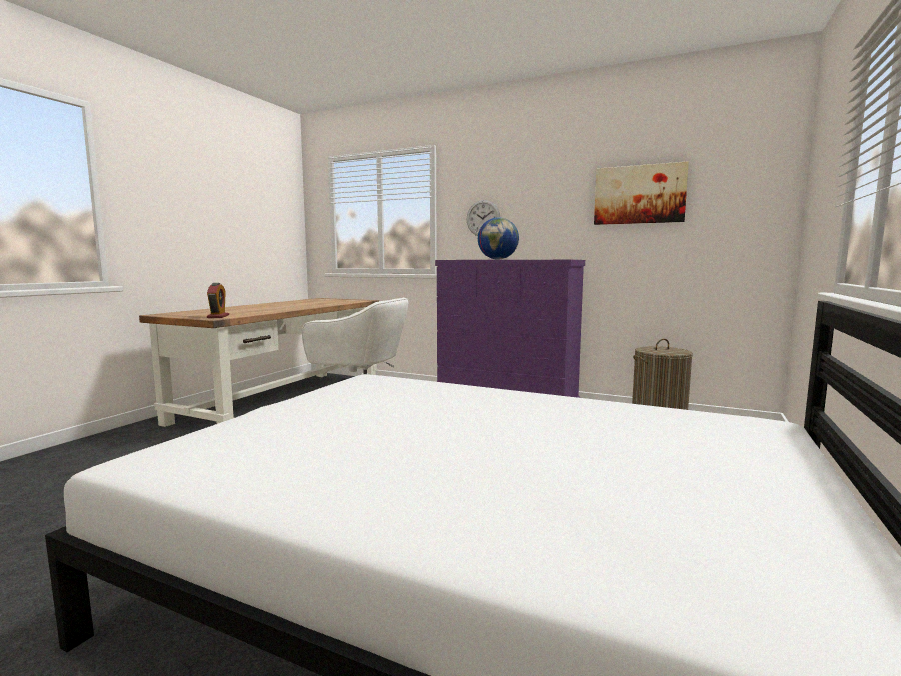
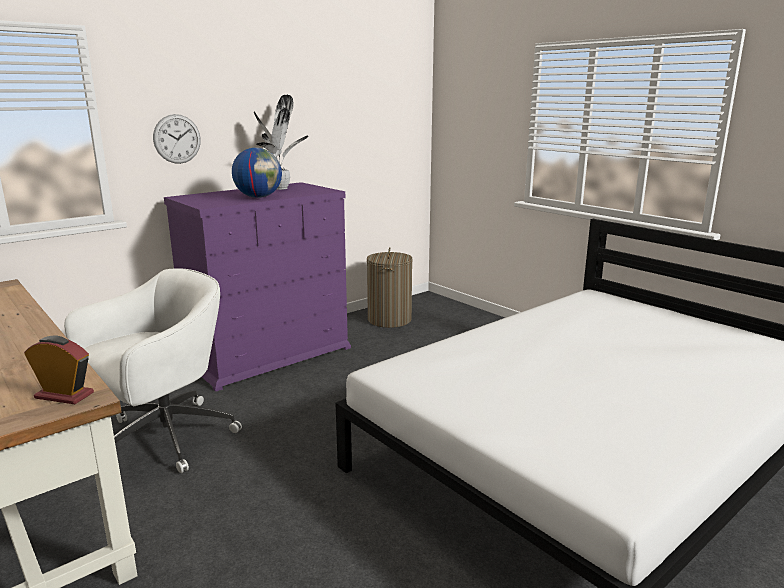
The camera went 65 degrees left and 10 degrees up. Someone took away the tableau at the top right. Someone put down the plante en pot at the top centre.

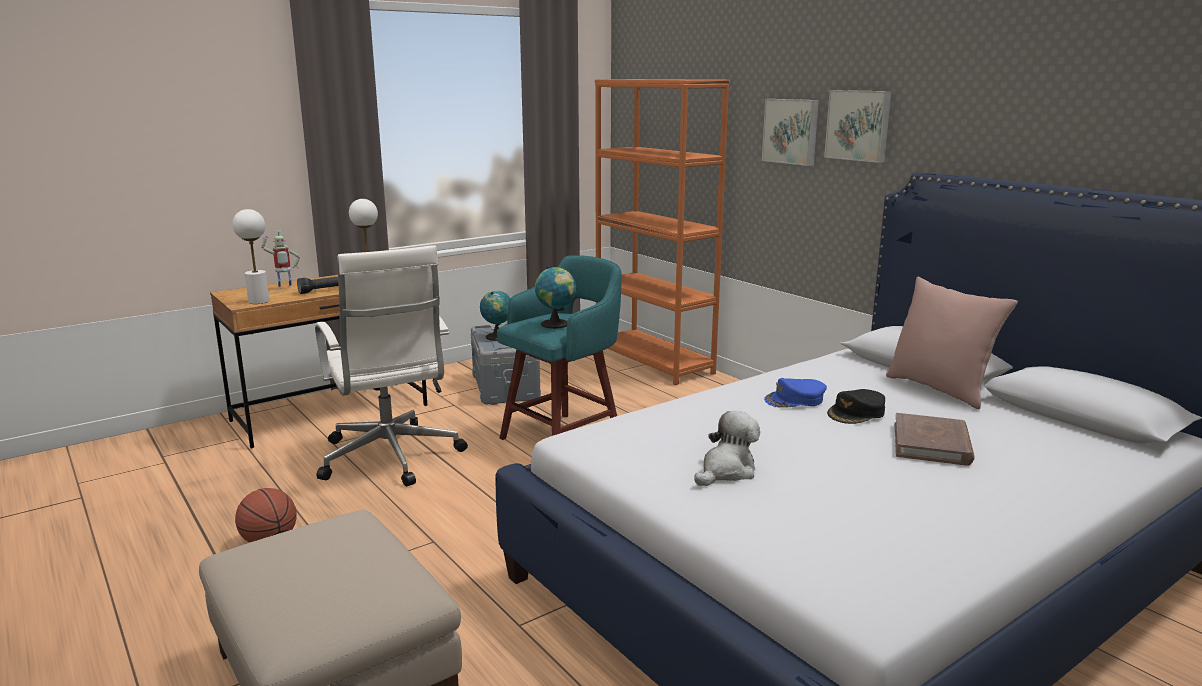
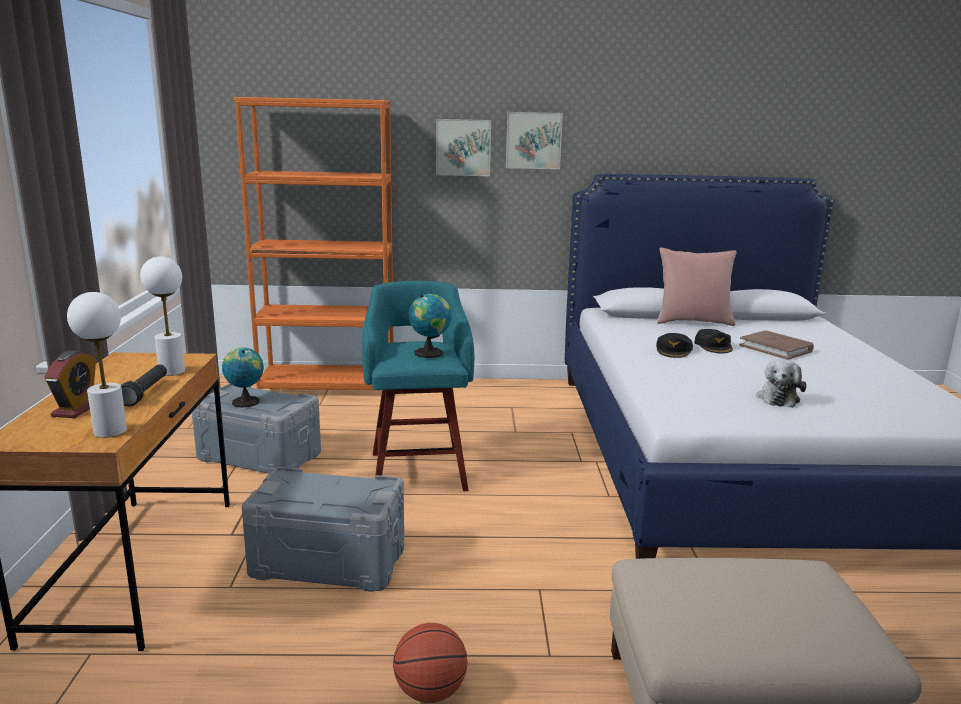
The camera went 55 degrees left and 0 degrees up. Someone swapped the robot jouet at the middle left for the réveil at the middle left. Someone swapped the chaise de bureau [blanc] at the middle left for the boîte de rangement [gris] (2nd from left) at the bottom centre. Someone repainted the casquette [bleu] at the centre, which became the casquette [noir] (1st from left) at the middle right. Someone rotated the peluche at the centre by 150 degrees counterclockwise.

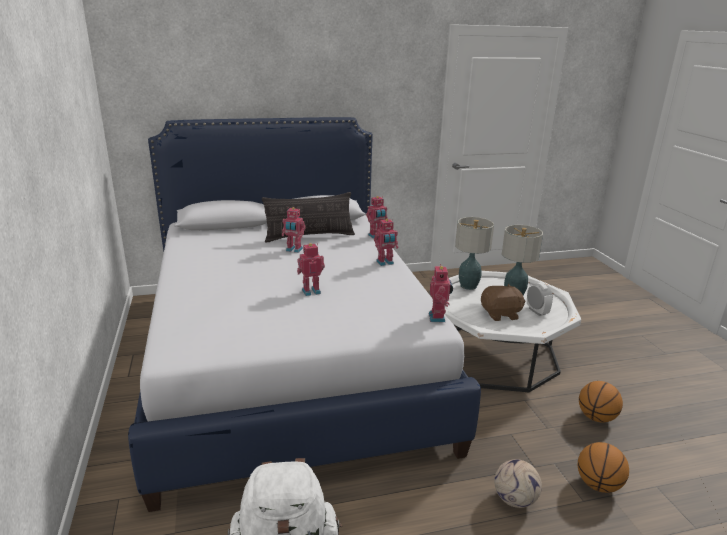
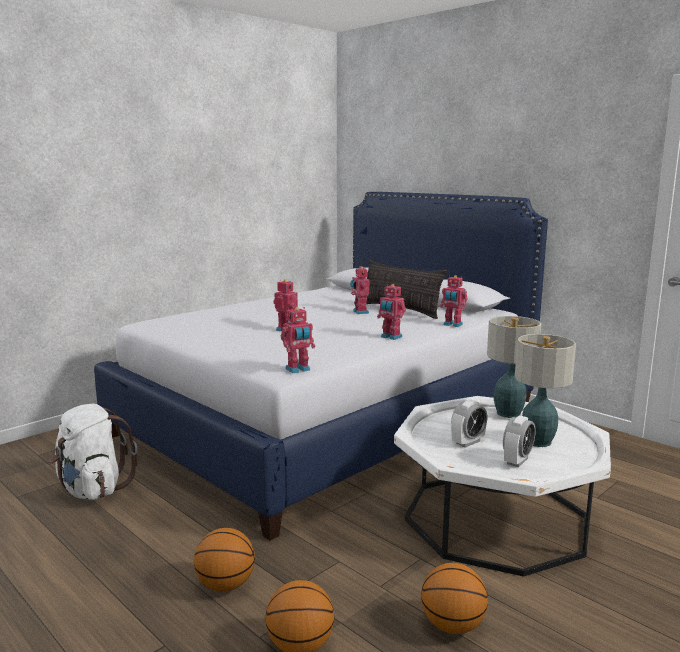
The camera went 60 degrees right and 10 degrees down. Someone swapped the peluche [marron] at the middle right for the réveil (1st from left) at the middle right. Someone swapped the ballon de foot at the bottom right for the ballon de basket (1st from left) at the bottom left.

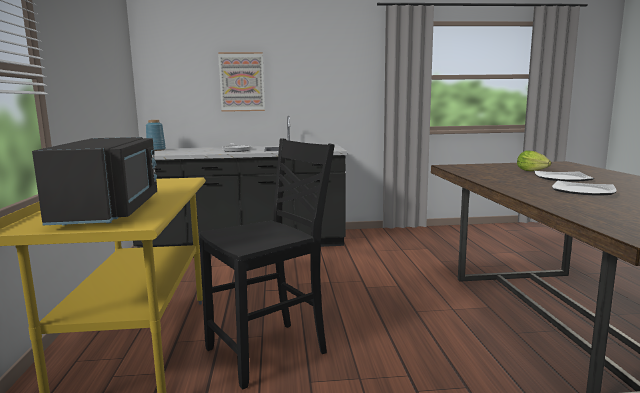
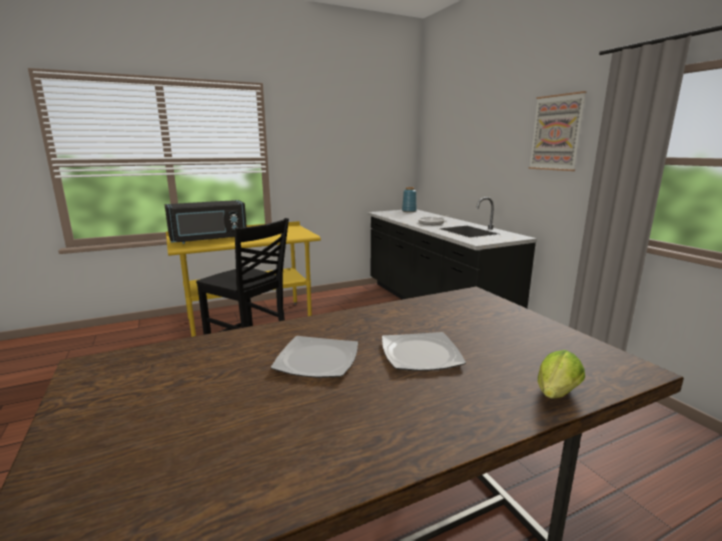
The camera went 70 degrees right and 5 degrees up. Someone carried the tableau from the top centre to the top right. Someone carried the laitue from the middle right to the bottom right.

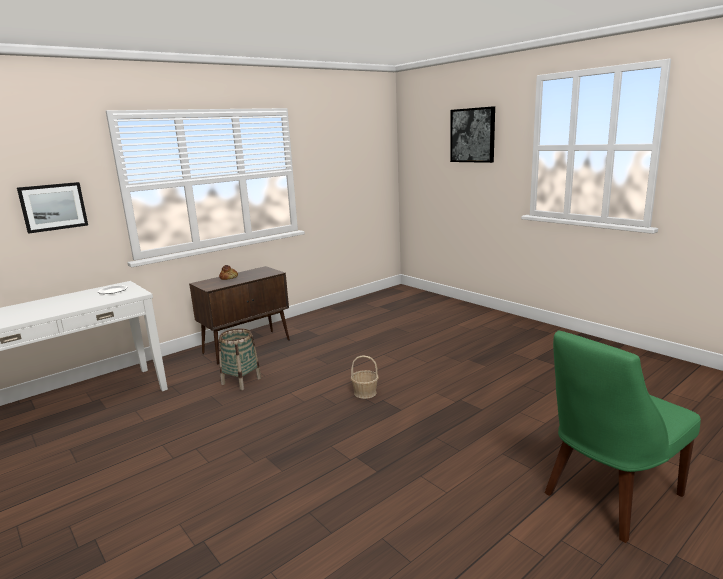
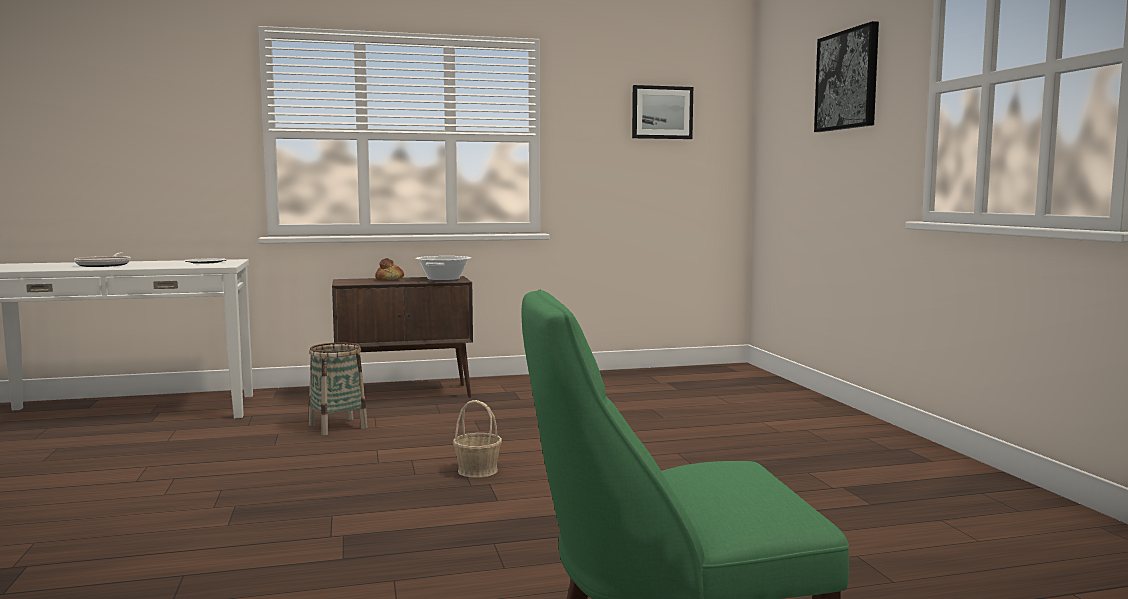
The camera went 25 degrees right and 10 degrees down. Someone carried the tableau (1st from left) from the middle left to the top centre. Someone put down the poêle at the middle left. Someone put down the marmite at the centre.

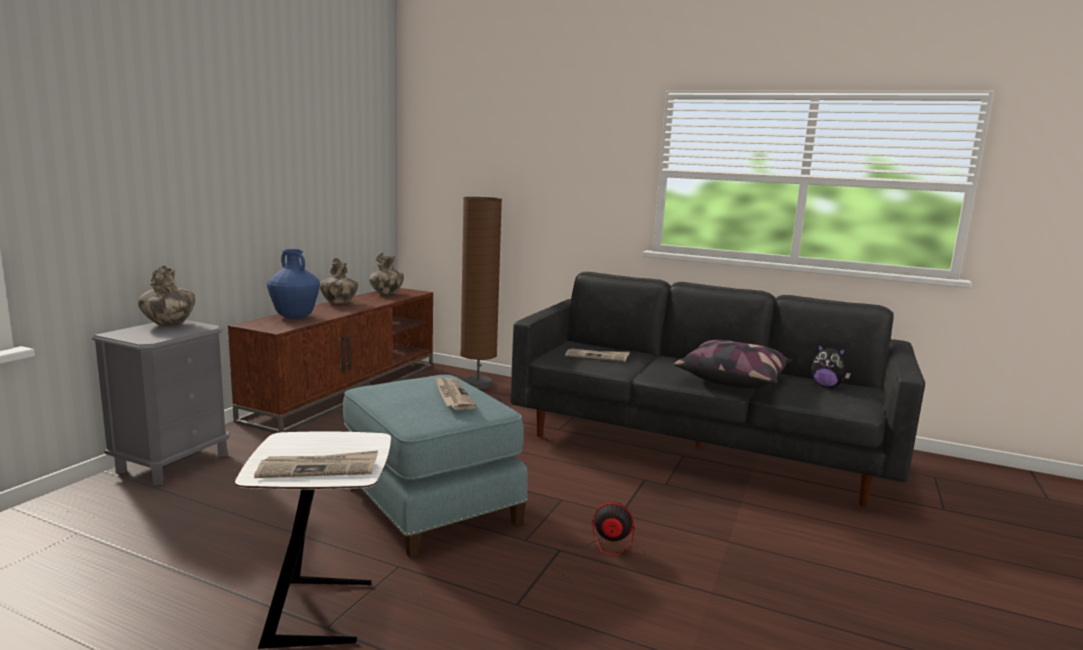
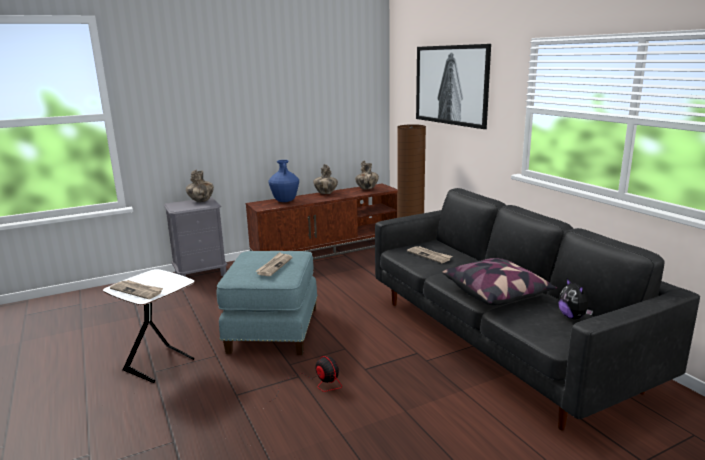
The camera went 40 degrees right and 5 degrees up. Someone put up the tableau at the top centre.

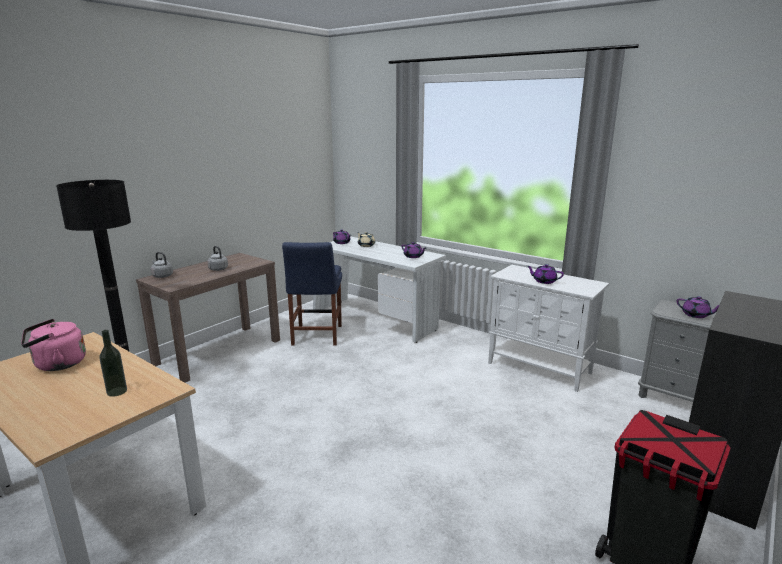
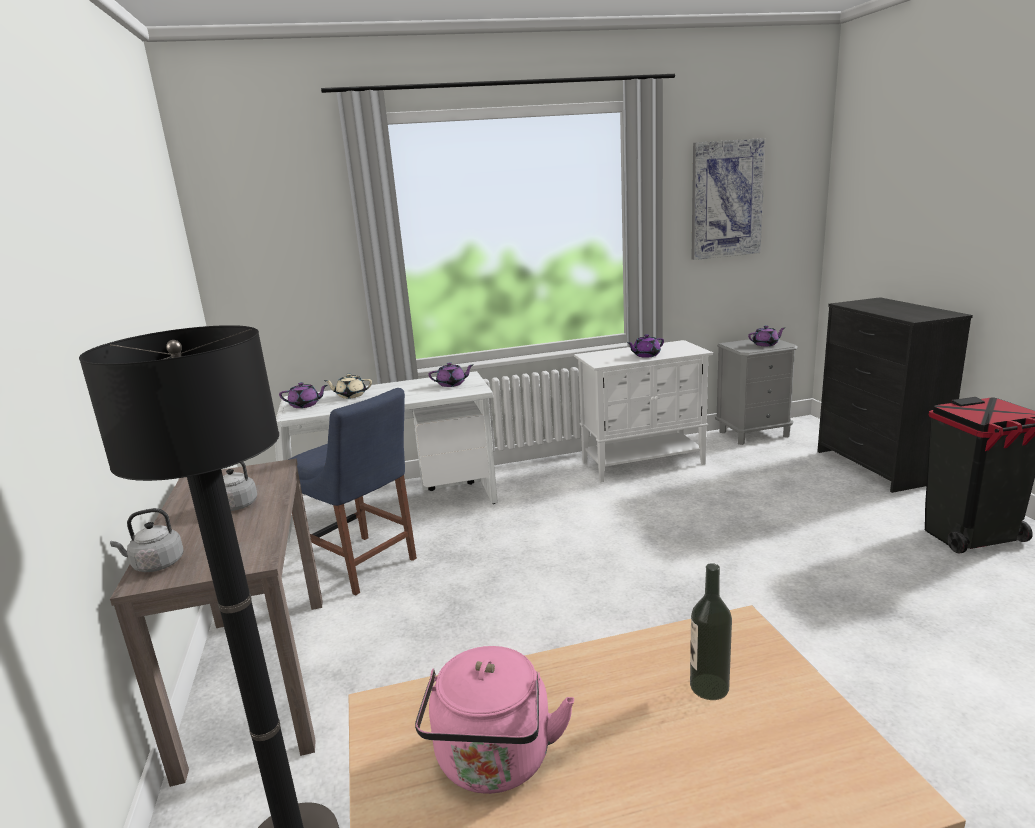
The camera went 50 degrees left and 0 degrees up. Someone put up the tableau at the top right.

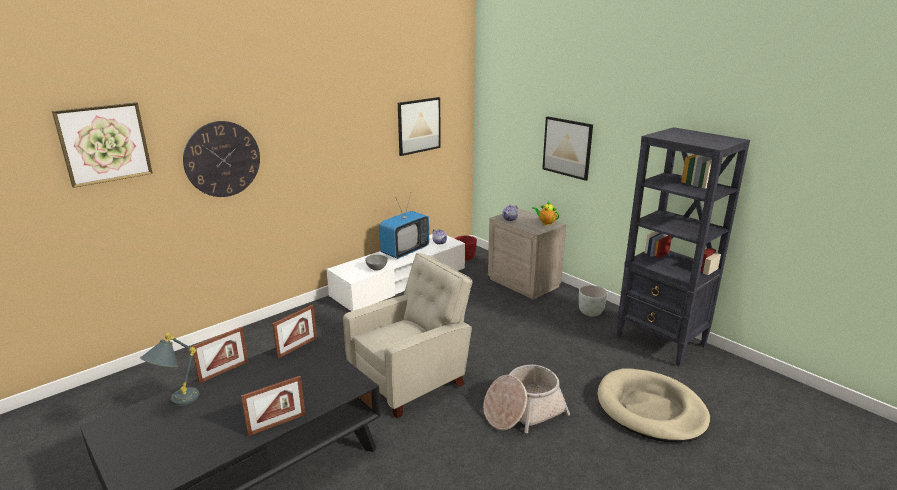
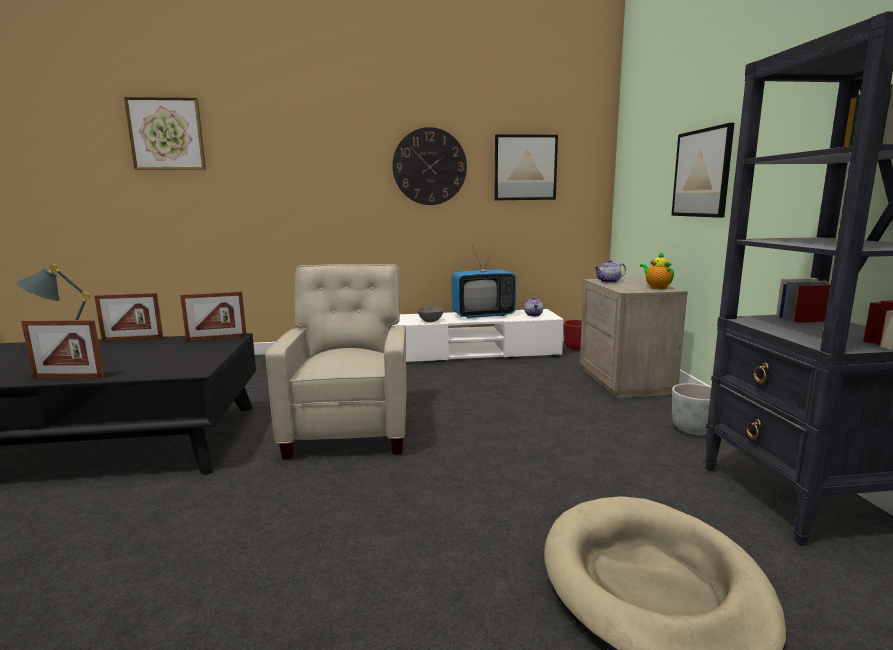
The camera went 35 degrees right and 10 degrees down. Someone carried the horloge murale from the top left to the top centre. Someone rotated the fauteuil [beige] at the bottom centre by 90 degrees counterclockwise. Someone took away the panier at the bottom centre.

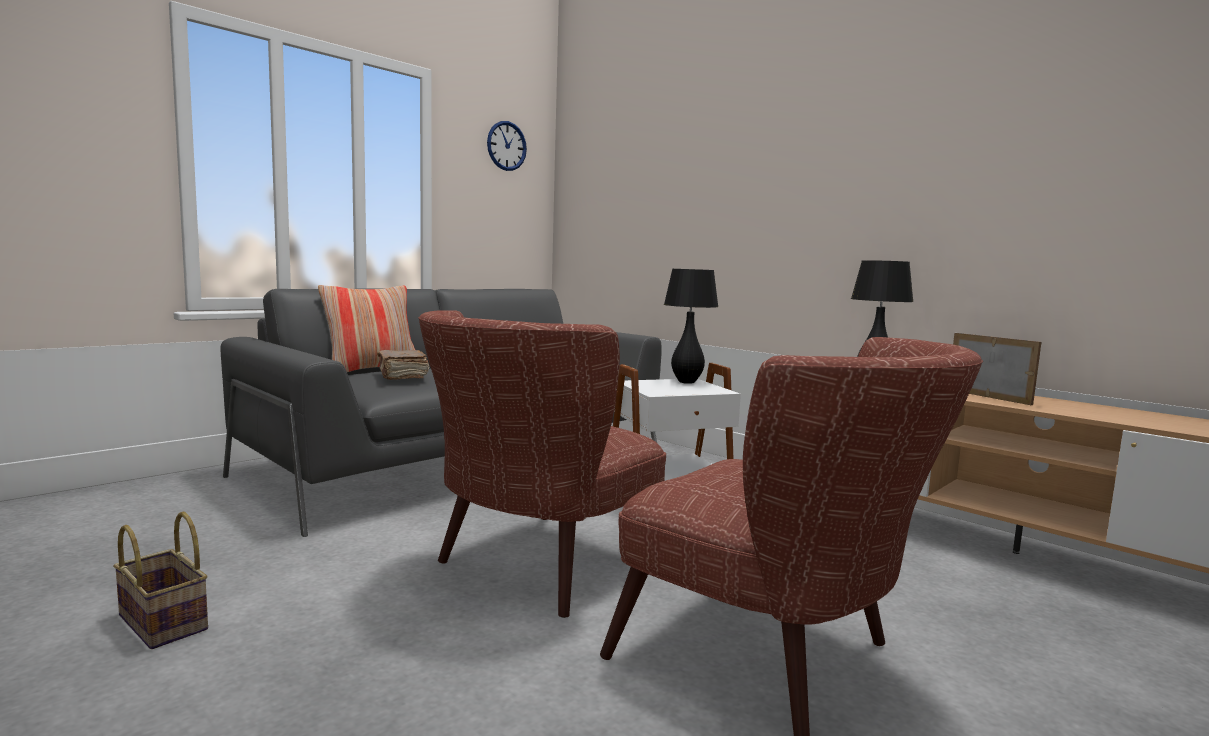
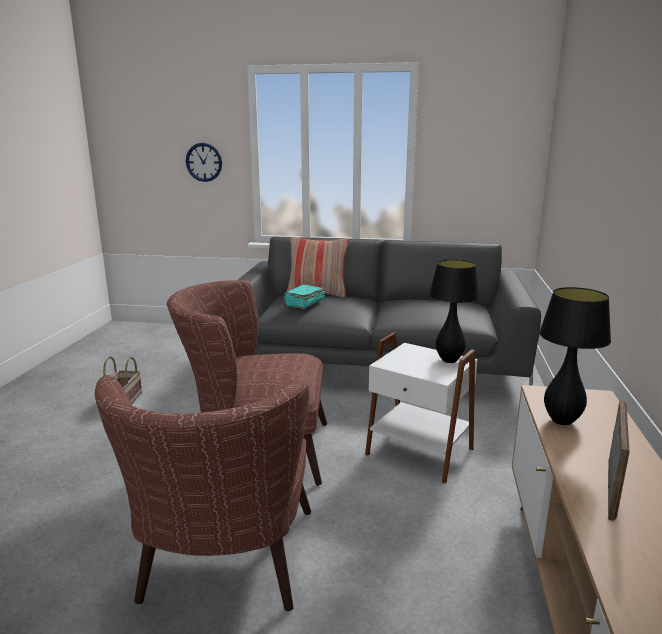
The camera went 55 degrees right and 10 degrees up. Someone carried the horloge murale from the top centre to the top left. Someone repainted the livre [marron] at the centre, which became the livre [turquoise] at the centre.

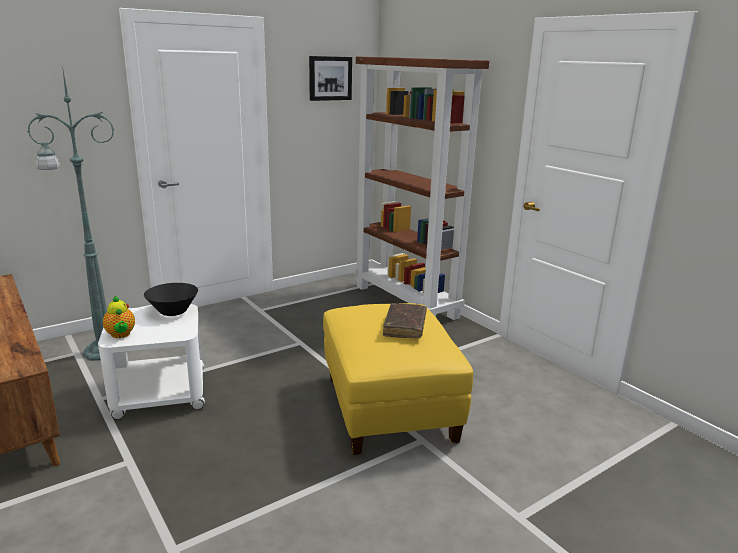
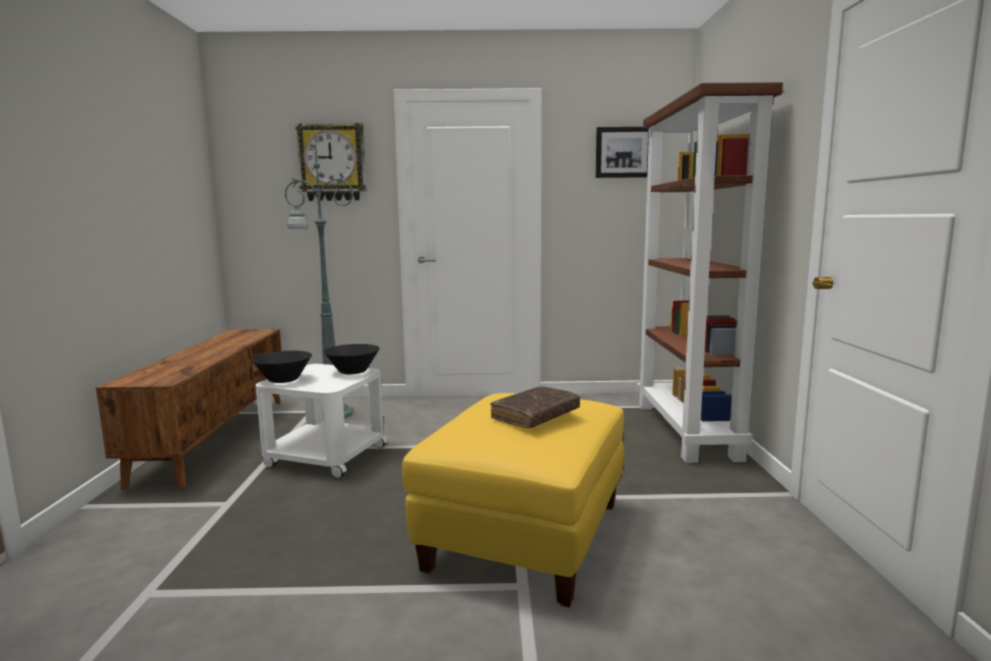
The camera went 35 degrees right and 10 degrees down. Someone swapped the théière at the middle left for the bol [noir] (1st from left) at the middle left. Someone put up the horloge murale at the top centre.

